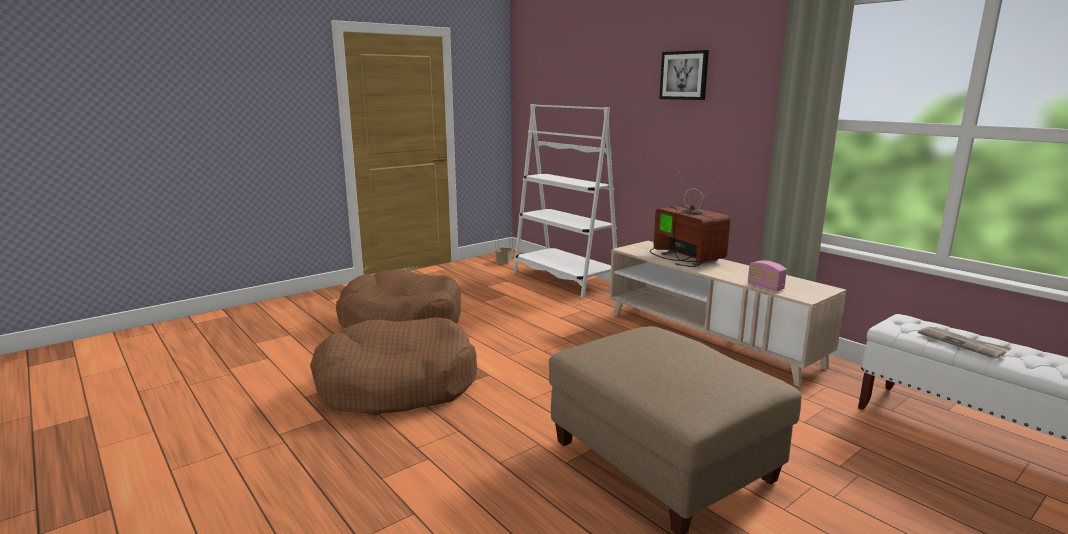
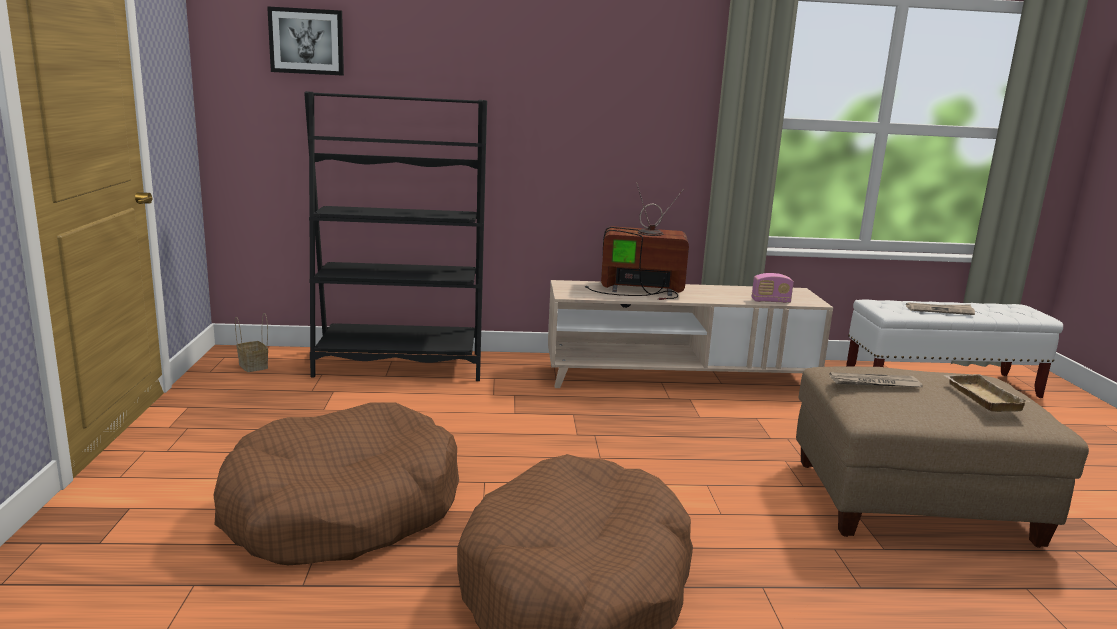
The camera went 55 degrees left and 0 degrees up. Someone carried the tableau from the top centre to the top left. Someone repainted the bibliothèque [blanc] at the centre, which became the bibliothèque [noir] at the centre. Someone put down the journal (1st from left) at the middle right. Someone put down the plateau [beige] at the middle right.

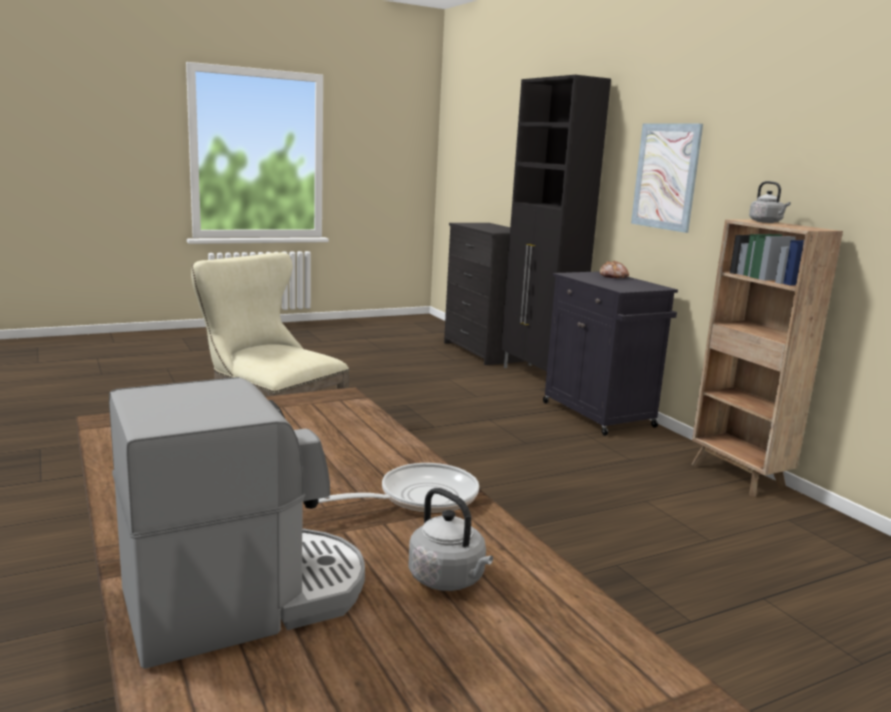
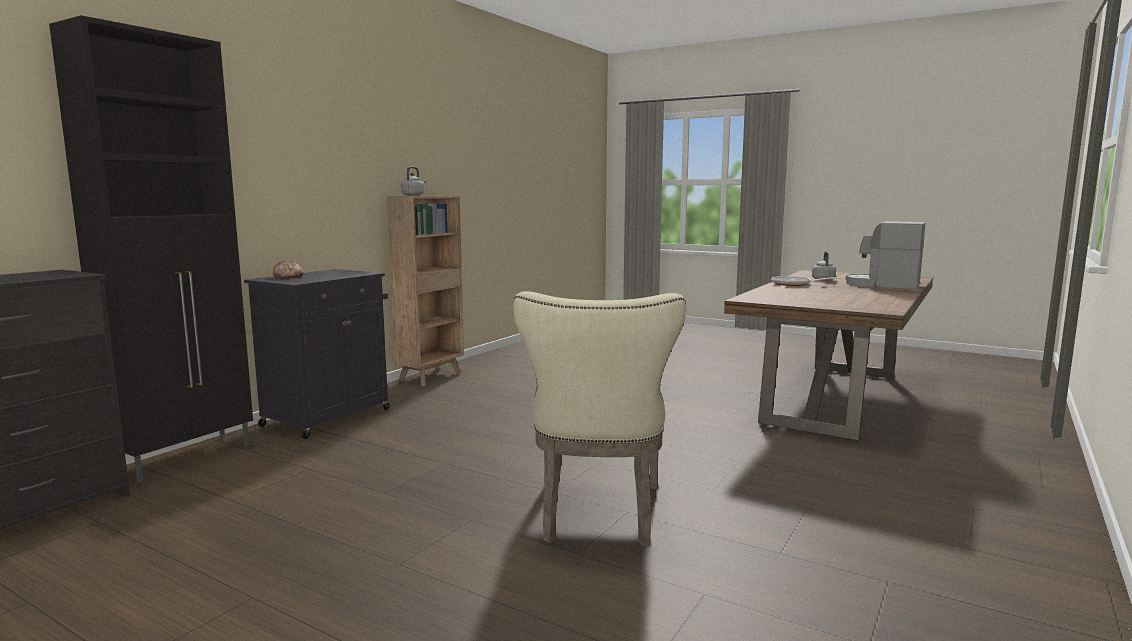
The camera went 120 degrees left and 5 degrees down. Someone took away the tableau at the top right.

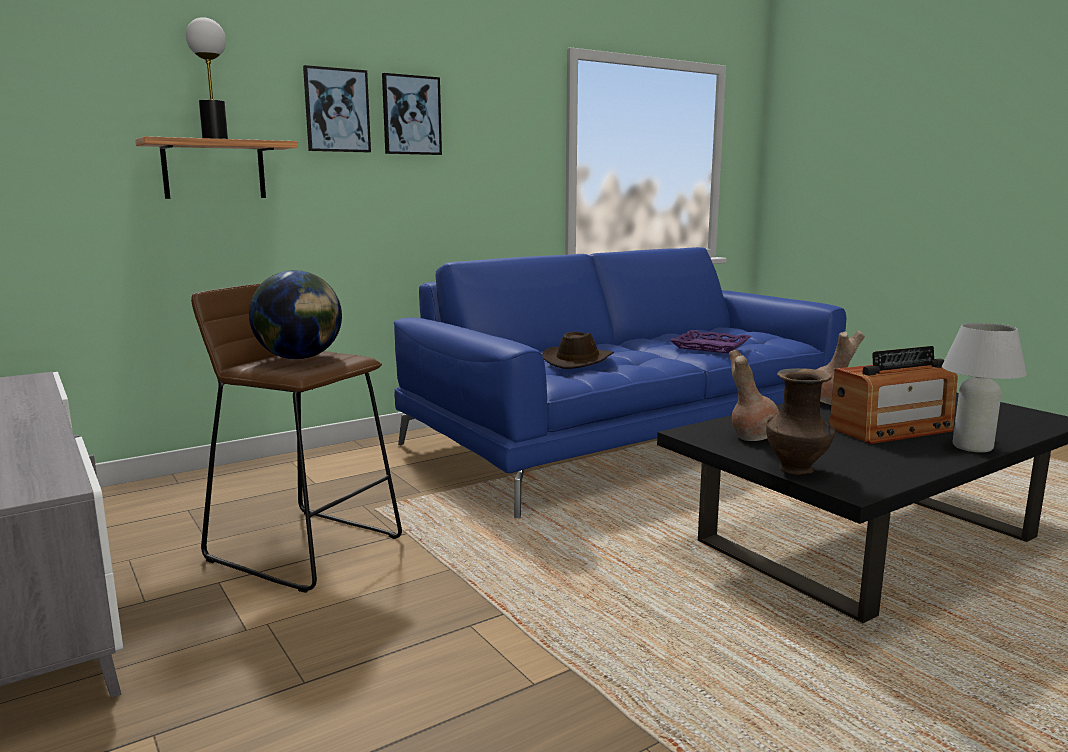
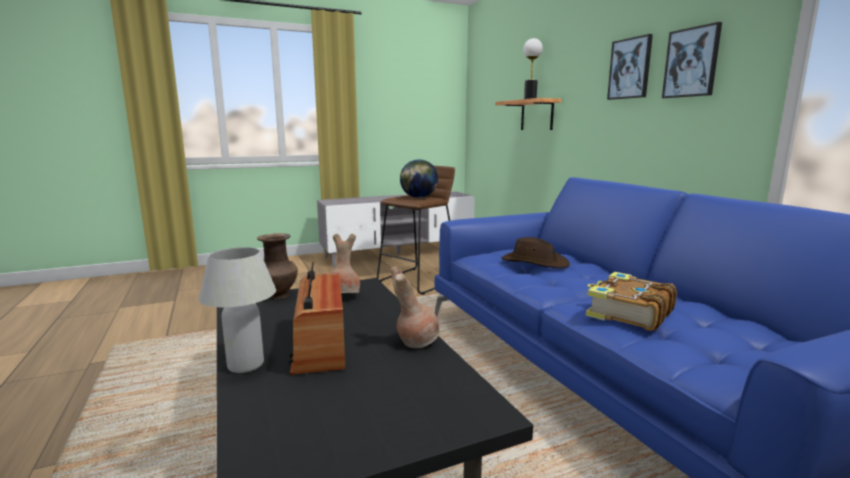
The camera went 100 degrees right and 0 degrees up. Someone carried the tableau (1st from left in the first image) from the top left to the top right. Someone swapped the plateau [violet] at the centre for the livre at the middle right.

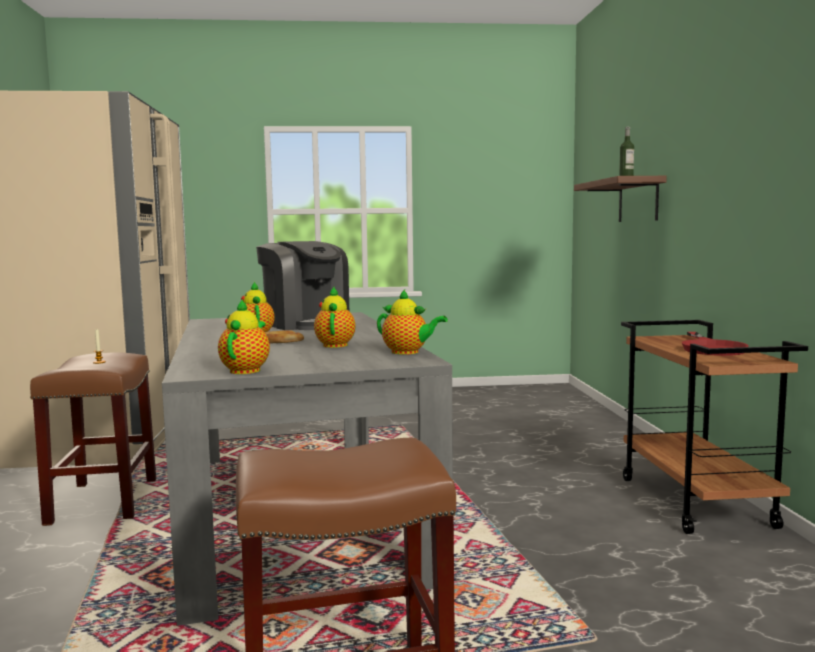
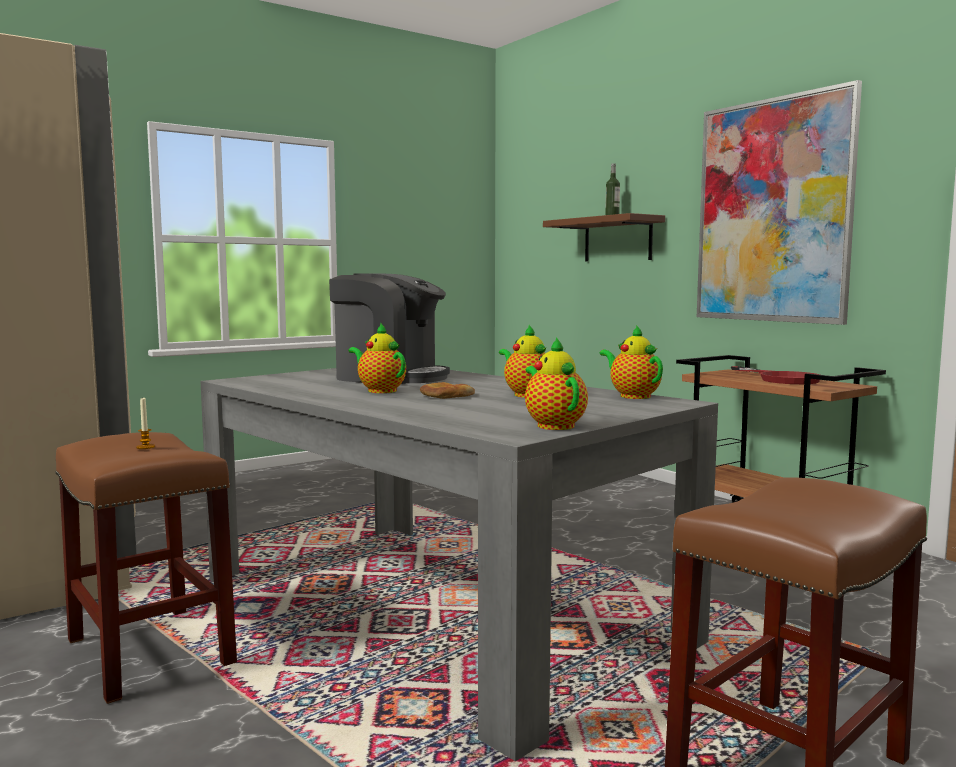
The camera went 30 degrees left and 0 degrees up. Someone rotated the théière (4th from left) at the centre by 120 degrees counterclockwise. Someone put up the tableau at the top right.

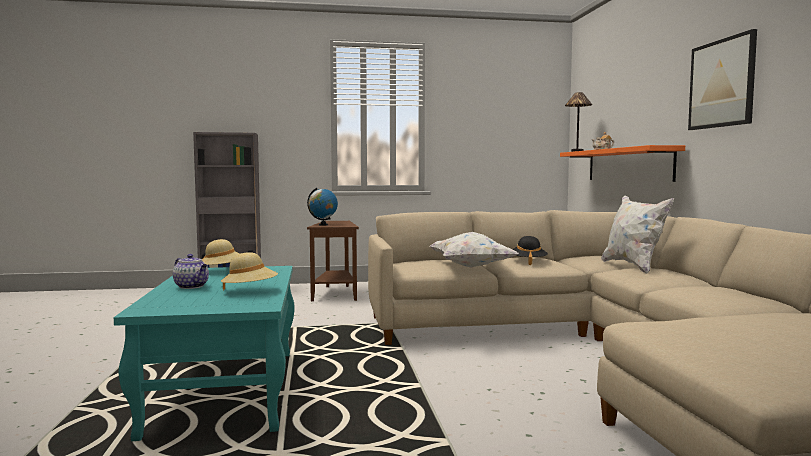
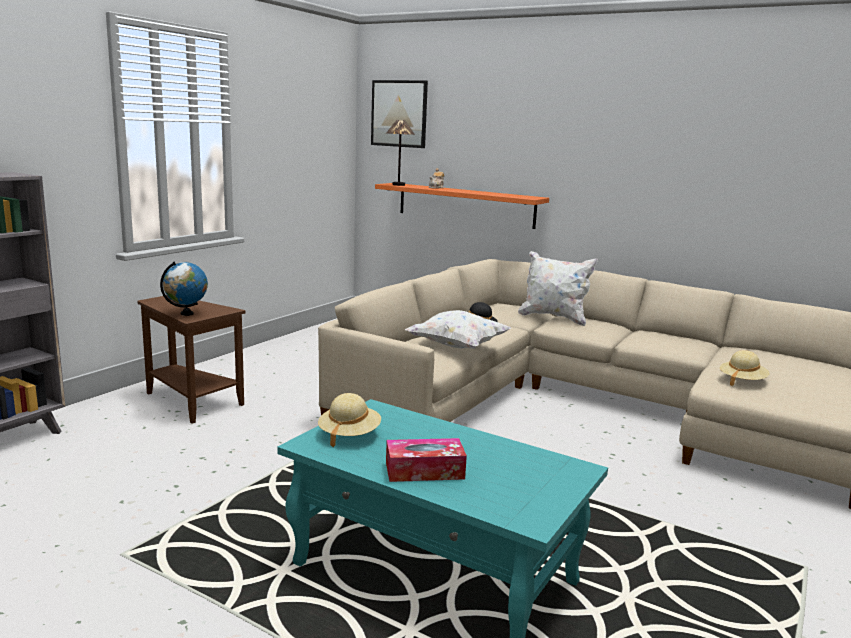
The camera went 50 degrees left and 10 degrees up. Someone carried the tableau from the top right to the top centre. Someone carried the chapeau [beige] (2nd from left) from the middle left to the middle right. Someone swapped the théière (1st from left) at the middle left for the boîte à mouchoirs at the bottom centre.

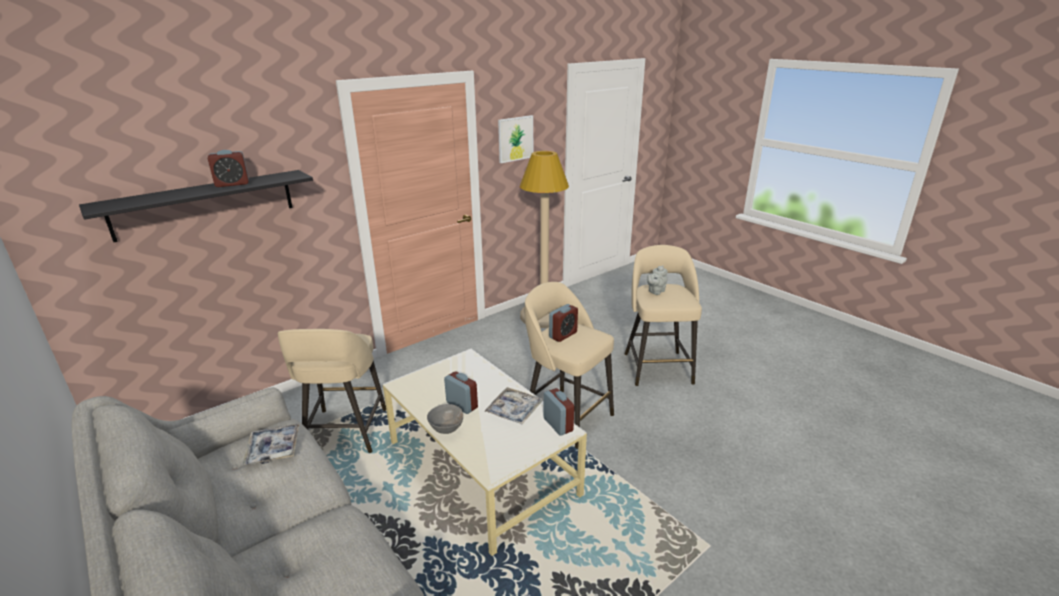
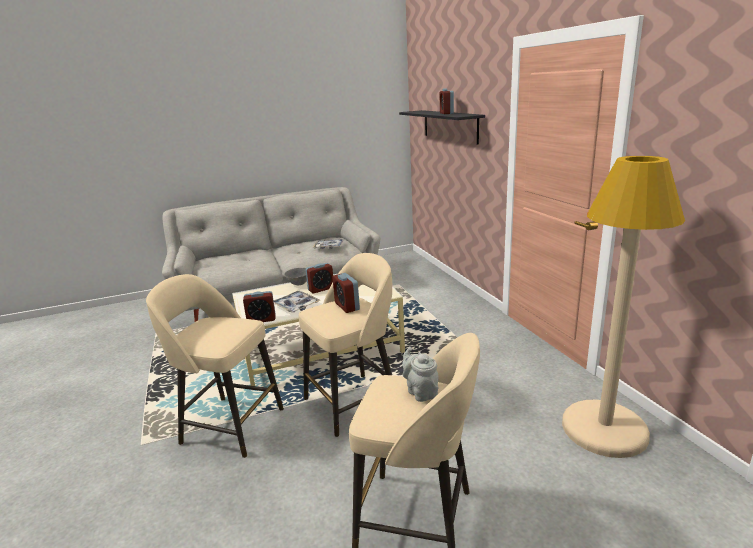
The camera went 110 degrees right and 5 degrees down. Someone took away the tableau at the top centre. Someone carried the tabouret [beige] (1st from left) from the middle left to the bottom left.

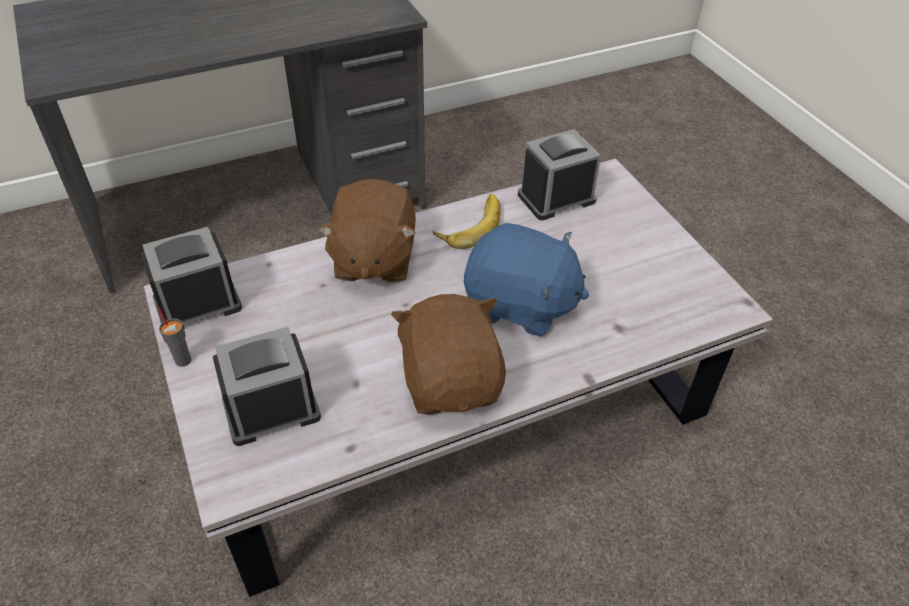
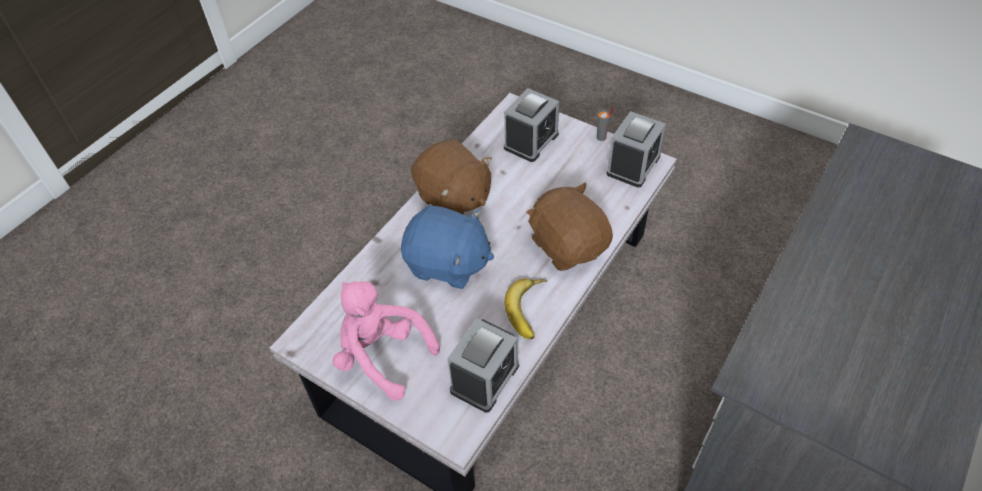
The camera went 150 degrees right and 5 degrees up. Someone rotated the peluche [bleu] at the centre by 150 degrees counterclockwise. Someone put down the peluche [rose] at the bottom centre.

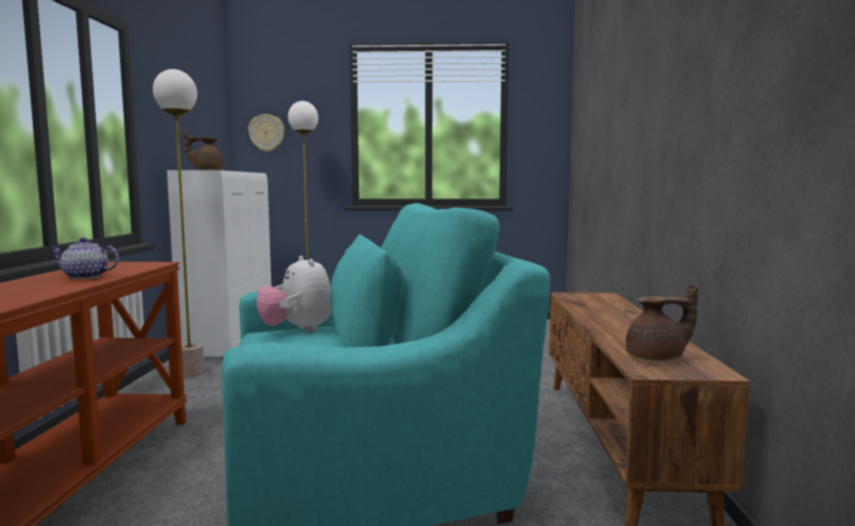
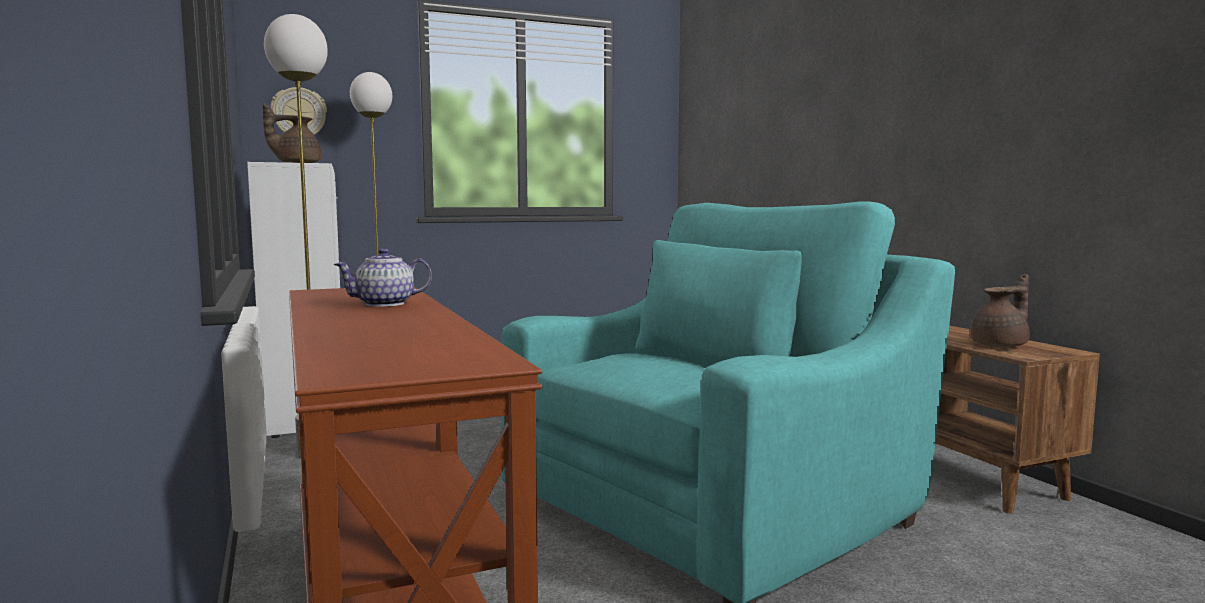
The camera went 25 degrees left and 0 degrees up. Someone took away the peluche at the centre.

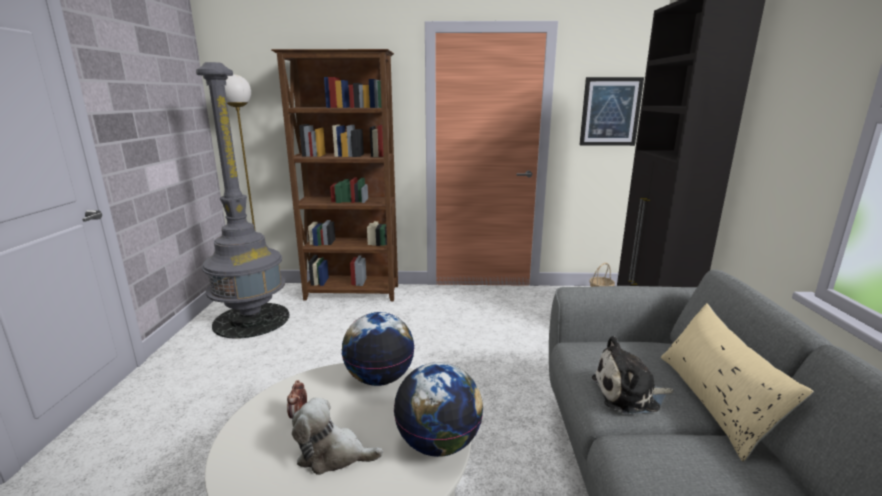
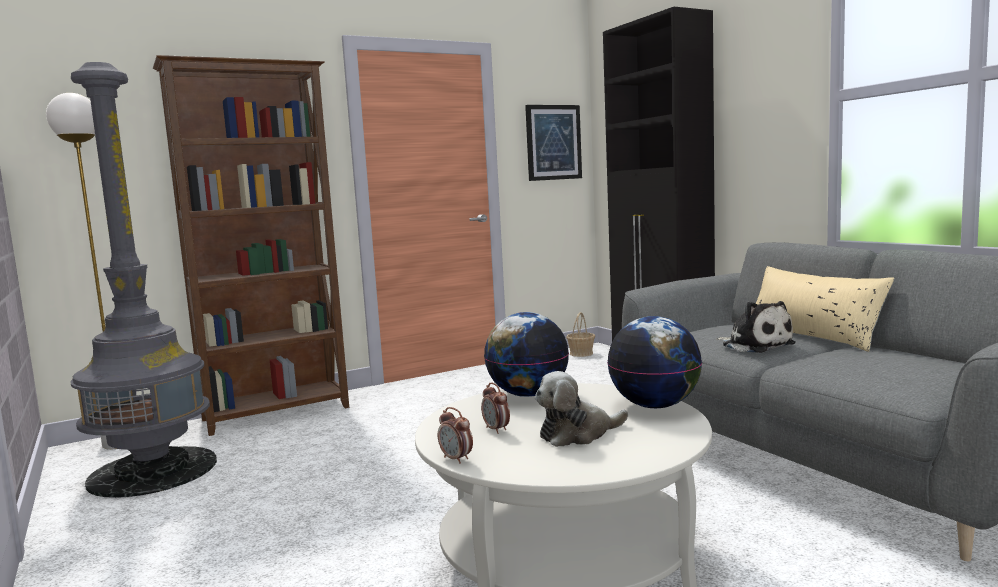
The camera went 30 degrees left and 10 degrees down. Someone rotated the peluche (2nd from left) at the bottom right by 90 degrees counterclockwise. Someone put down the réveil (1st from left) at the bottom centre.

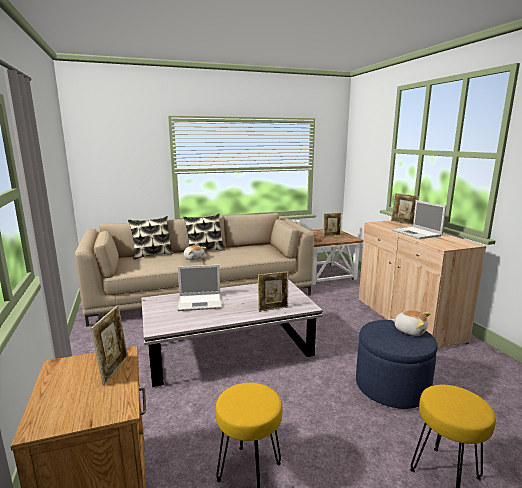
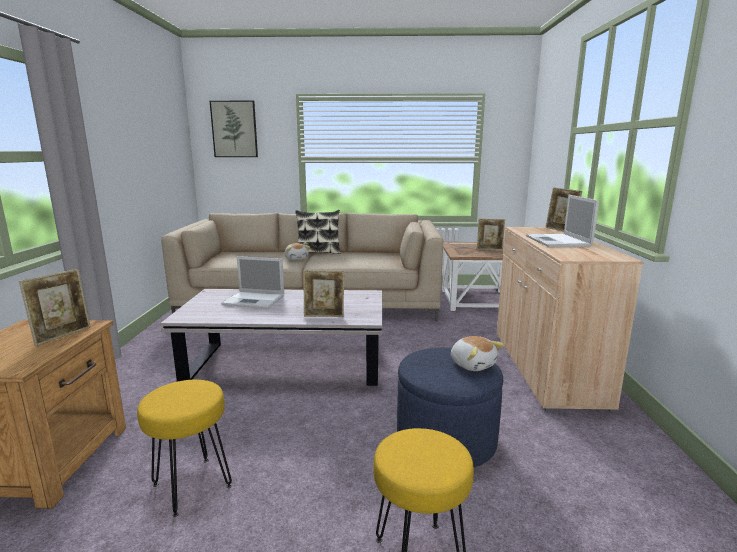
The camera went 20 degrees right and 0 degrees up. Someone took away the coussin (1st from left) at the middle left. Someone put up the tableau at the top left.

